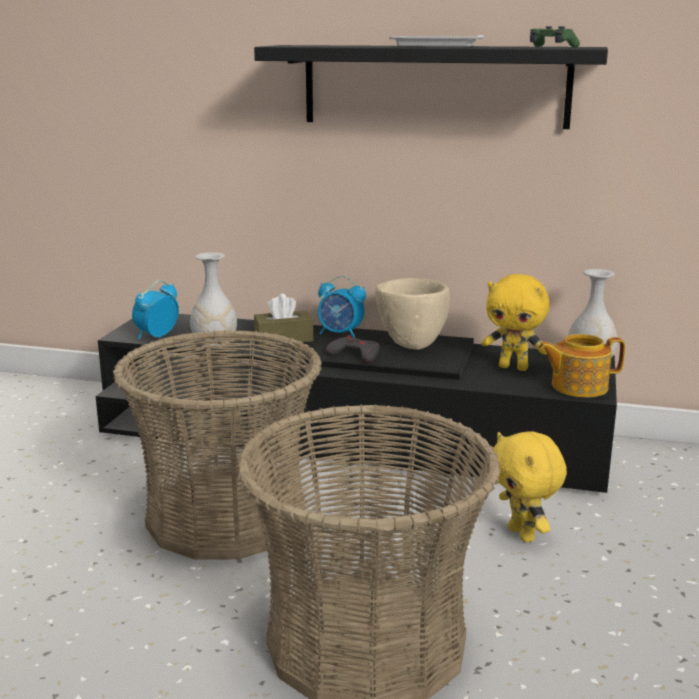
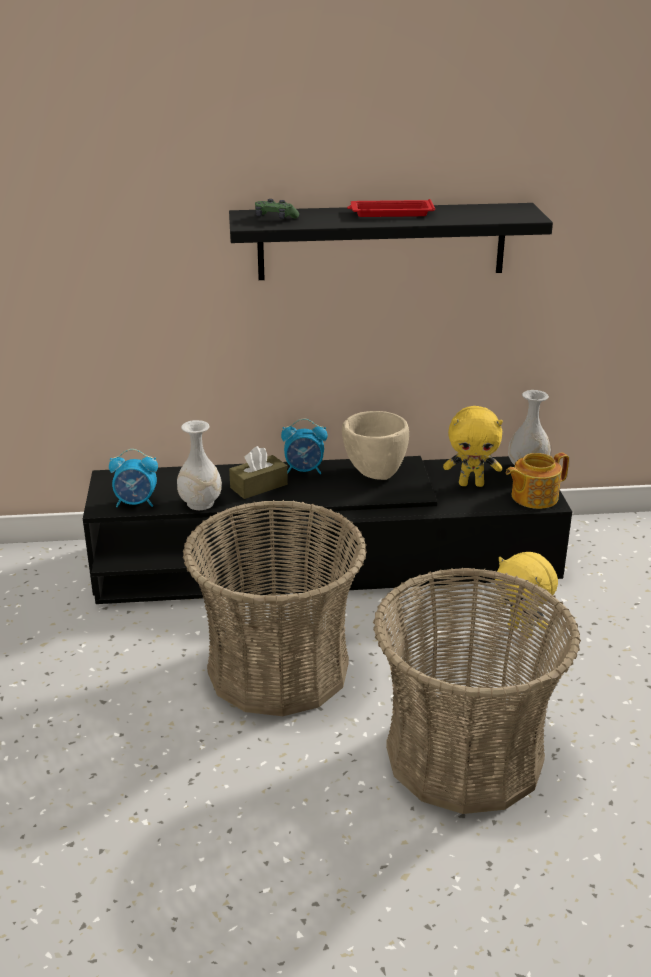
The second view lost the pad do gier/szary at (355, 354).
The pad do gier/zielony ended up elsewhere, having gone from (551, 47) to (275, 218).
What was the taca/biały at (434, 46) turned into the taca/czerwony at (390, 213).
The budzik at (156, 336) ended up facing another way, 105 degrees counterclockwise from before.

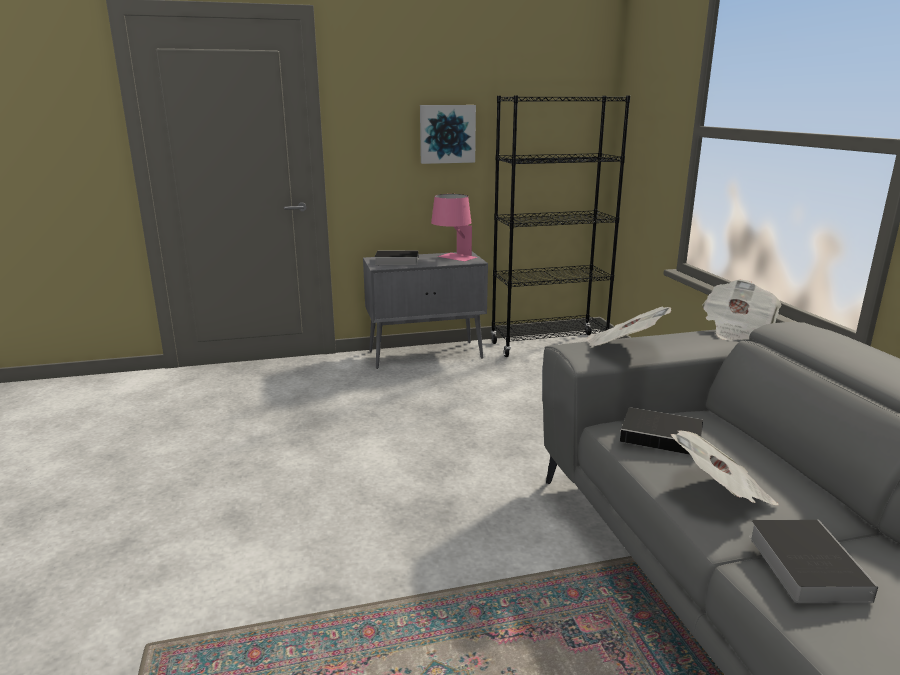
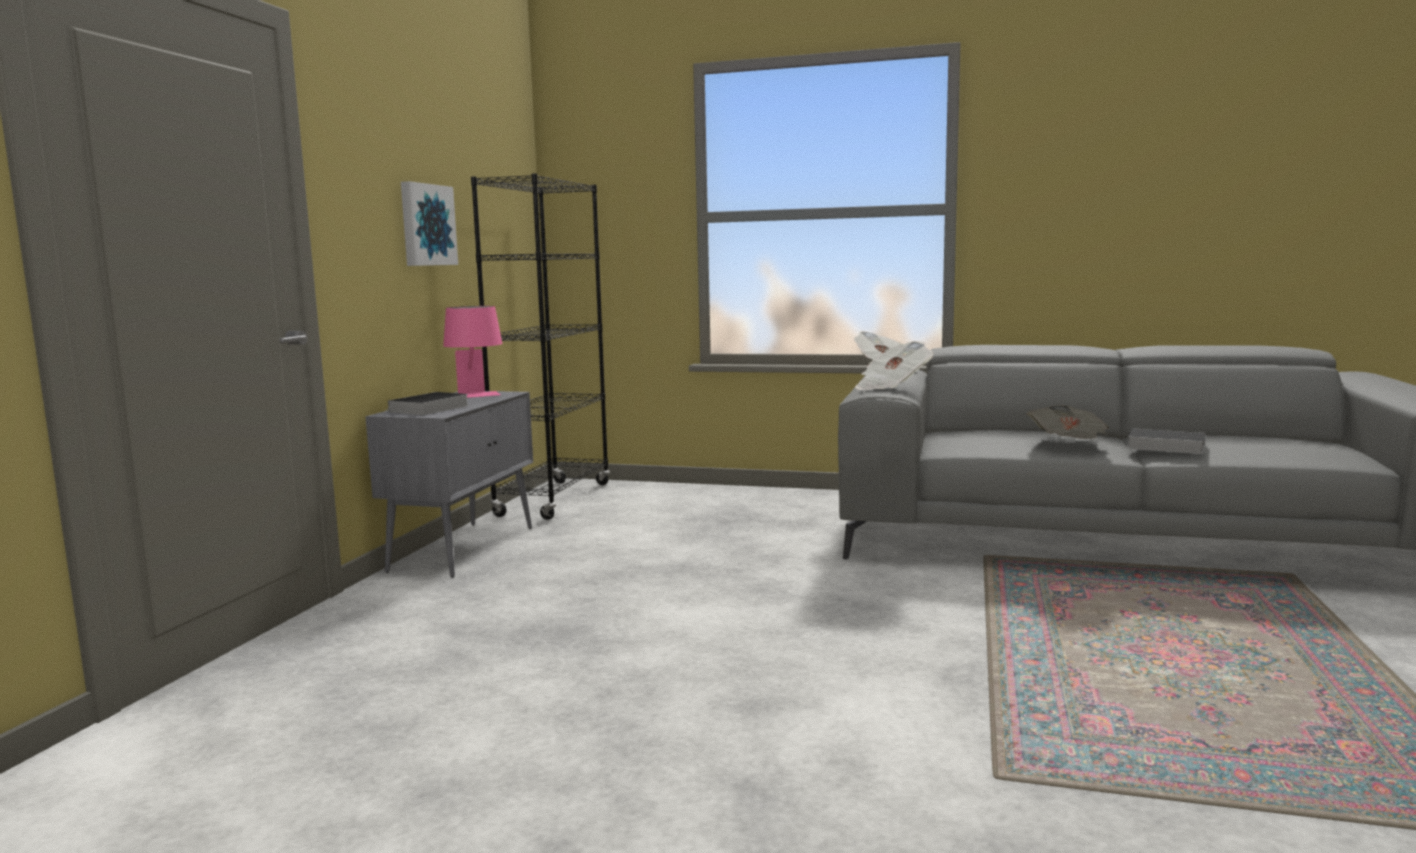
The second view lost the książka at (664, 437).

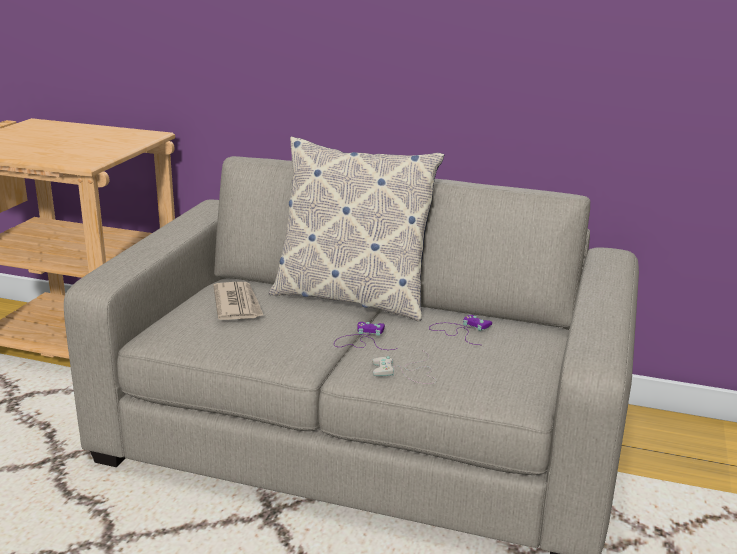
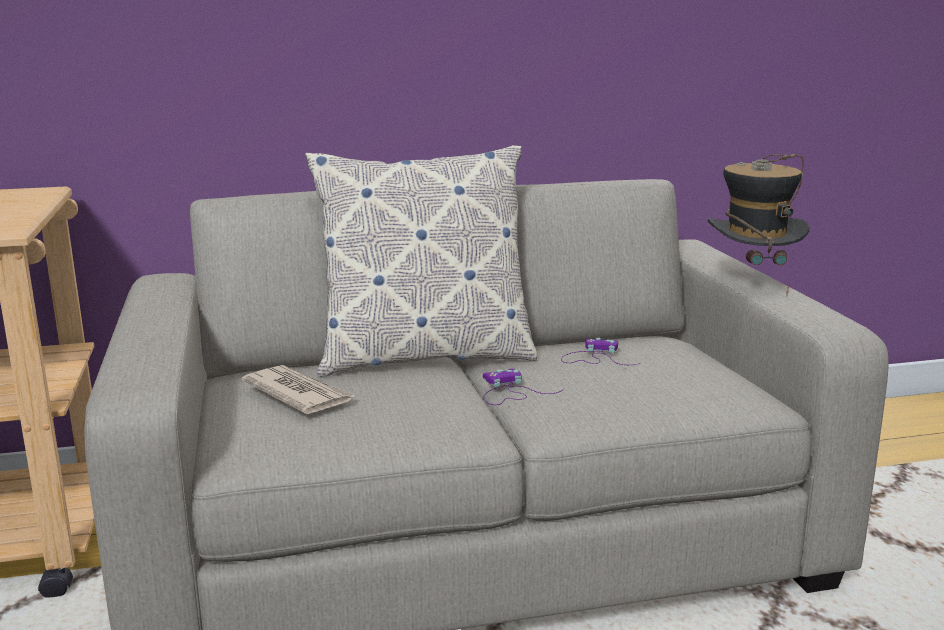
The second view lost the pad do gier/biały at (407, 372).
The second view gained the kapelusz at (752, 282).

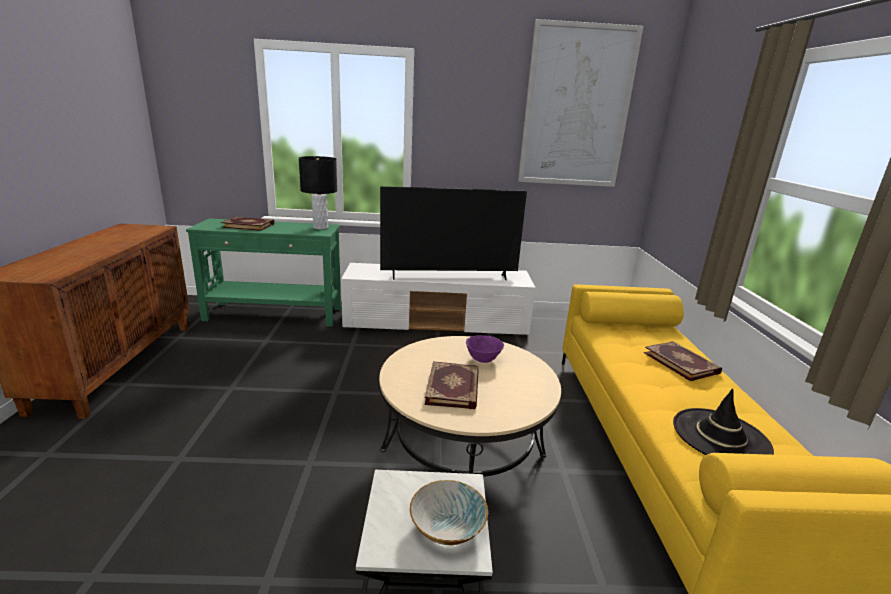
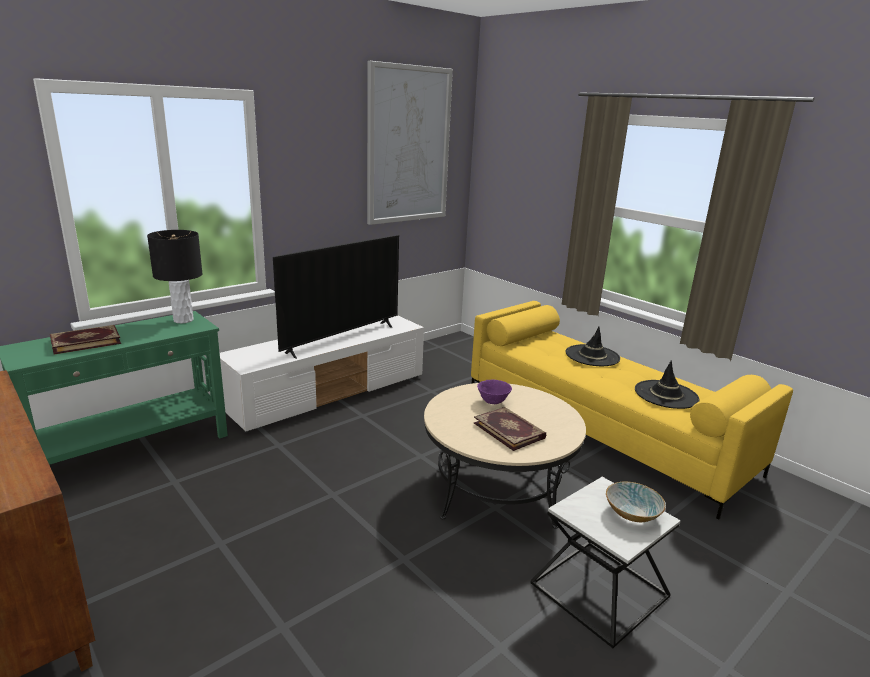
Where the książka stood at (681, 362), the kapelusz/czarny came to stand at (592, 356).

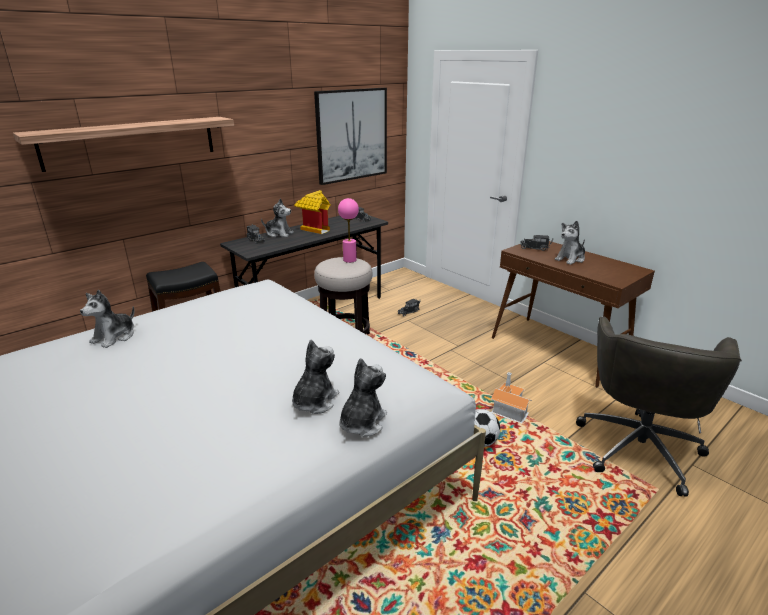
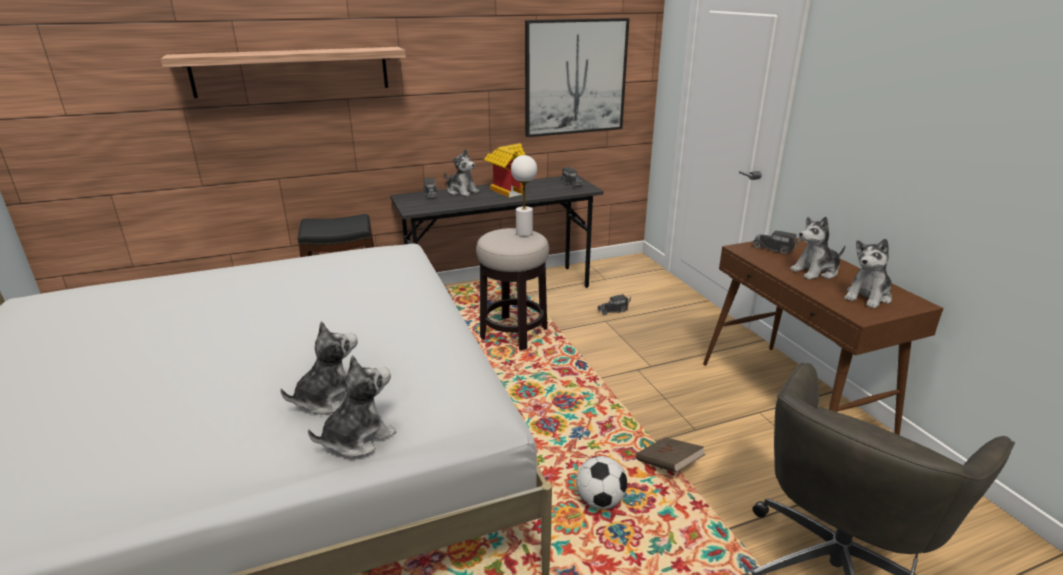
The pluszak ended up elsewhere, having gone from (114, 337) to (868, 297).
Where the domek stood at (509, 408), the książka/brązowy came to stand at (668, 465).
What was the lampa stołowa/różowy at (349, 260) turned into the lampa stołowa/biały at (524, 233).

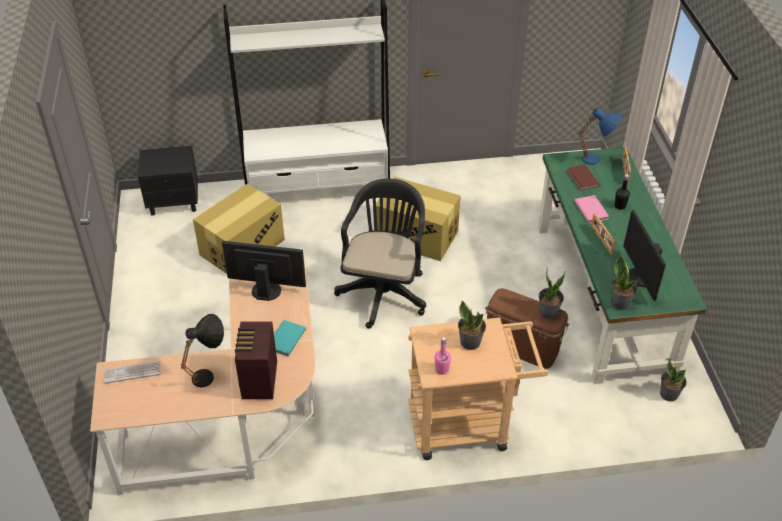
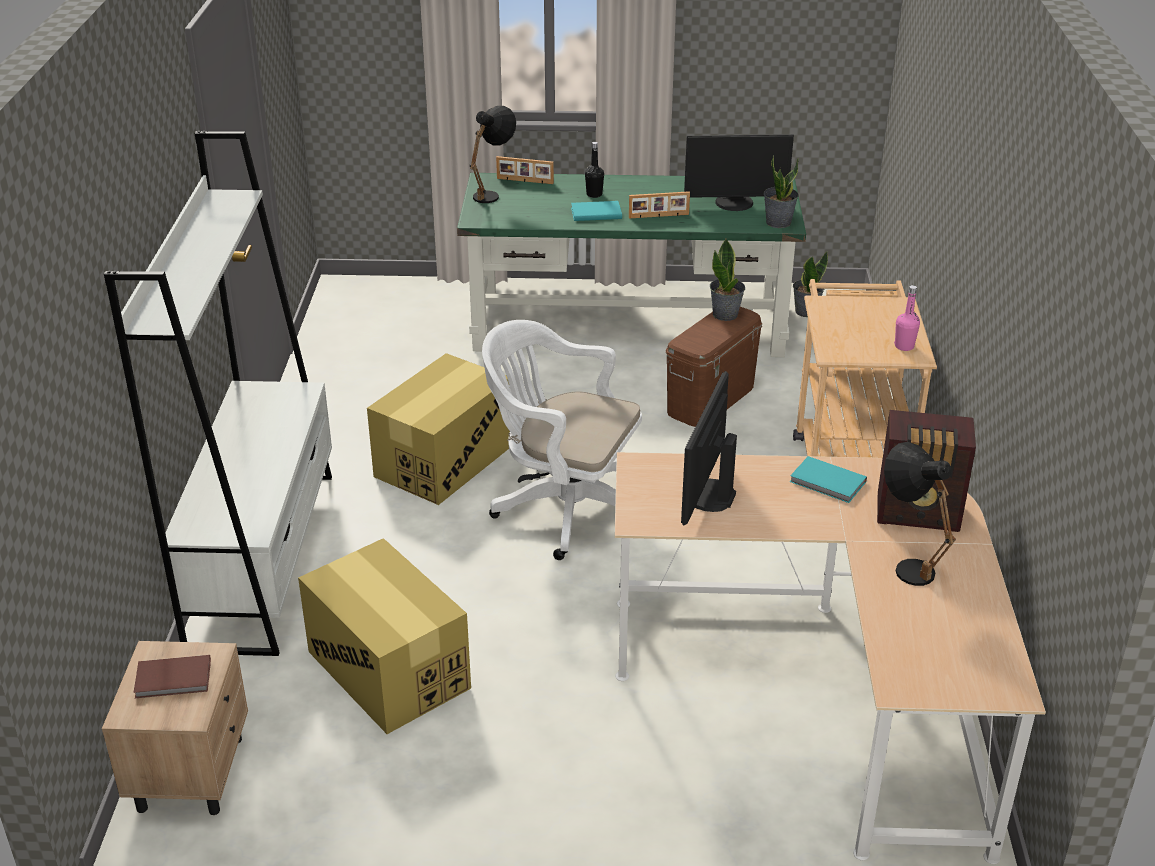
The second view lost the klawiatura at (132, 372).
The second view lost the roślina doniczkowa at (470, 342).
The książka/brązowy ended up elsewhere, having gone from (582, 179) to (174, 680).
What was the szafka nocna/czarny at (174, 202) turned into the szafka nocna/beżowy at (191, 772).
What was the krzesło biurowe/czarny at (384, 291) turned into the krzesło biurowe/biały at (563, 508).
What was the książka/różowy at (591, 210) turned into the książka/turkusowy at (595, 213).
What was the lampa stołowa/niebieski at (597, 161) turned into the lampa stołowa/czarny at (493, 194).

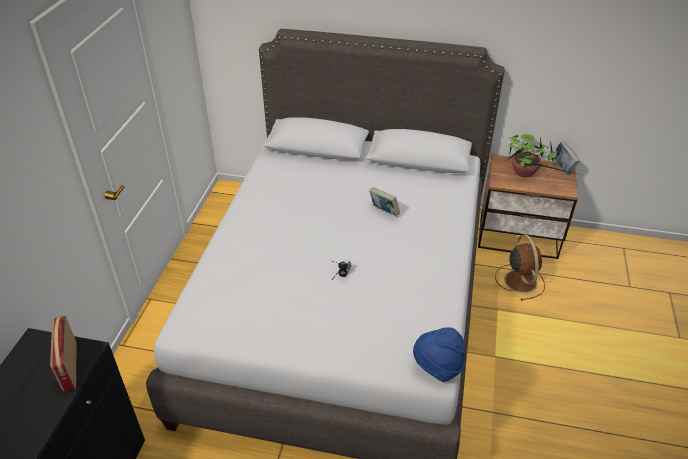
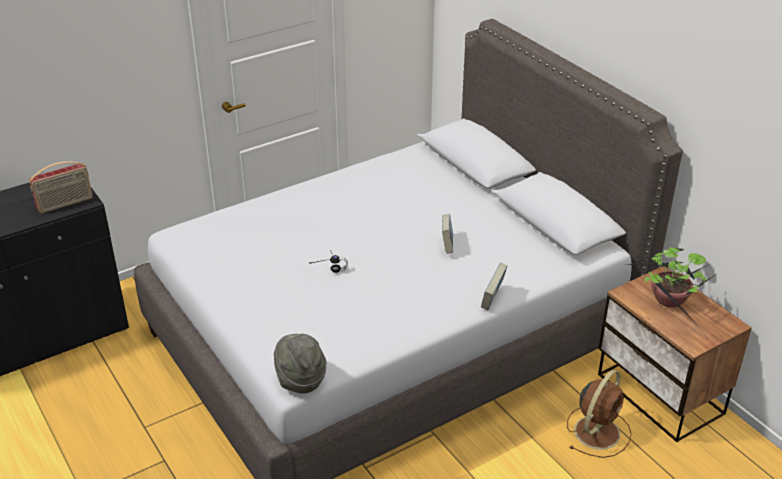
The książka ended up elsewhere, having gone from (562, 167) to (493, 299).
What was the kapelusz/niebieski at (438, 367) turned into the kapelusz/szary at (300, 379).
The radio at (69, 366) ended up facing another way, 150 degrees counterclockwise from before.

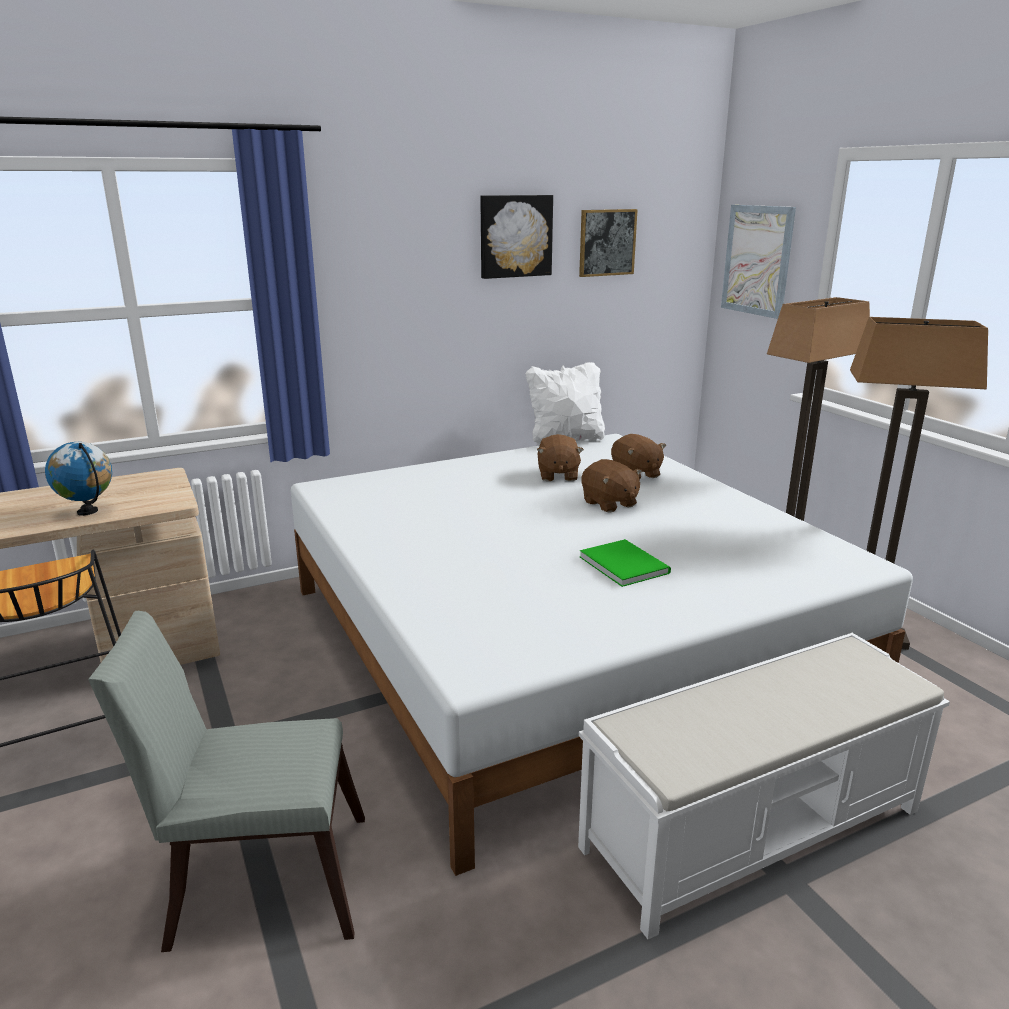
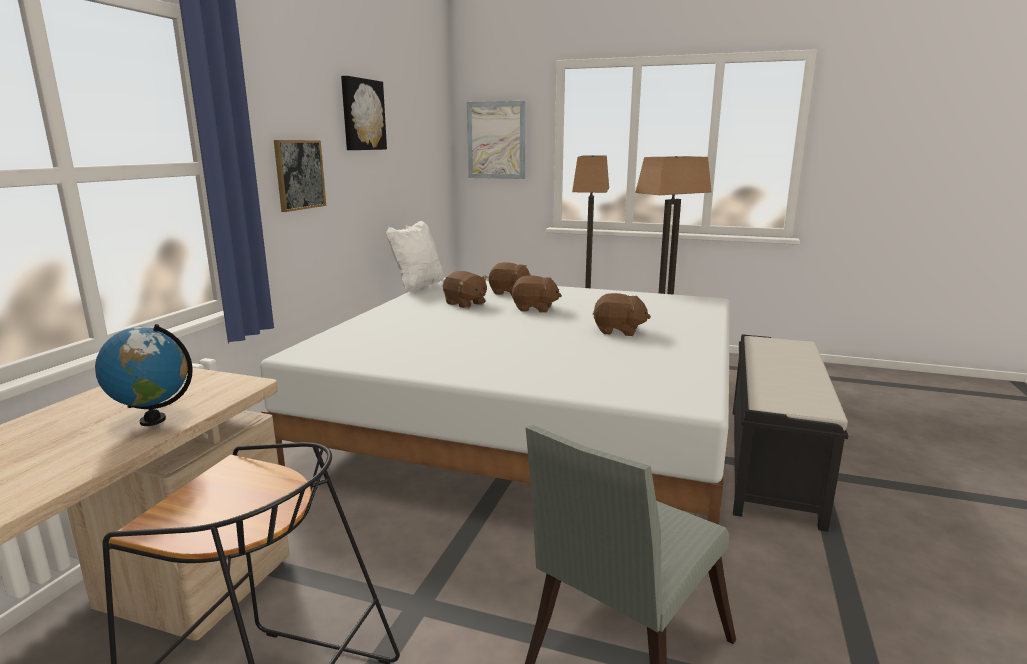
The obraz ended up elsewhere, having gone from (607, 242) to (299, 174).
Where the książka/zielony stood at (624, 563), the pluszak/brązowy came to stand at (618, 331).
What was the ławka/biały at (754, 827) turned into the ławka/czarny at (771, 461).

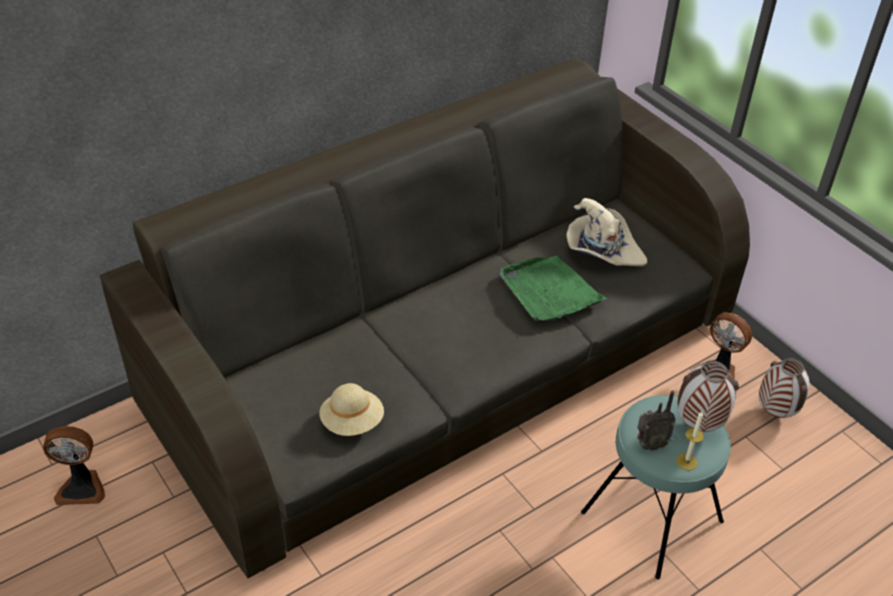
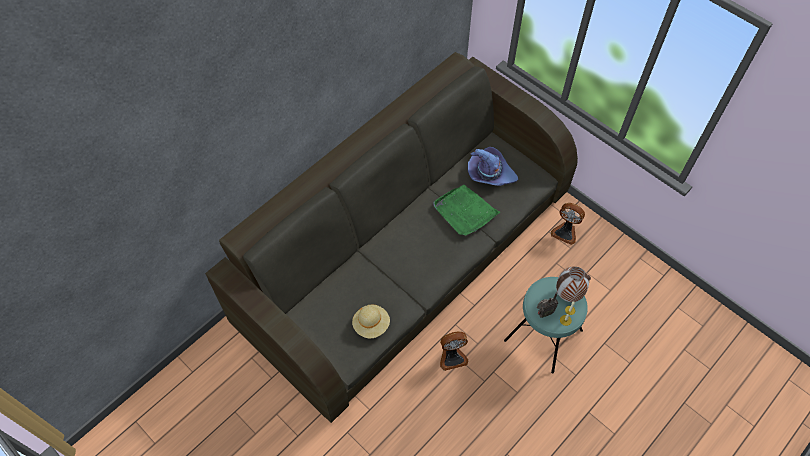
The second view lost the wazon at (776, 412).
The wentylator ended up elsewhere, having gone from (82, 487) to (452, 357).
What was the kapelusz/beżowy at (602, 249) turned into the kapelusz/fioletowy at (490, 173).

